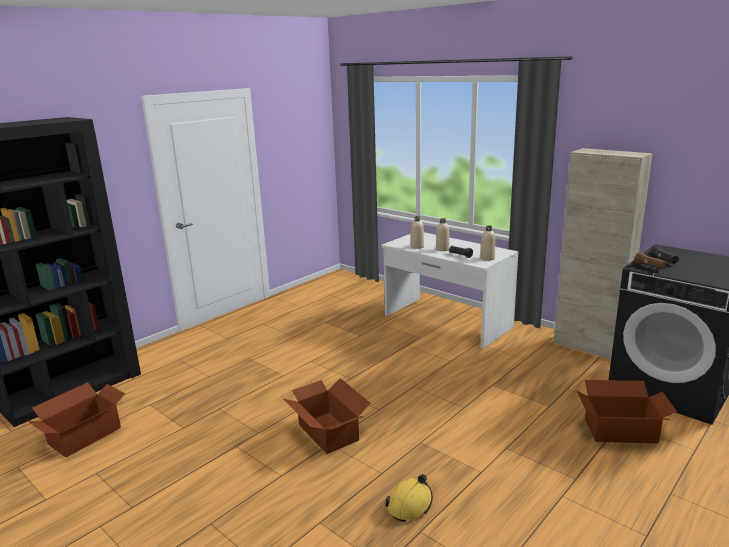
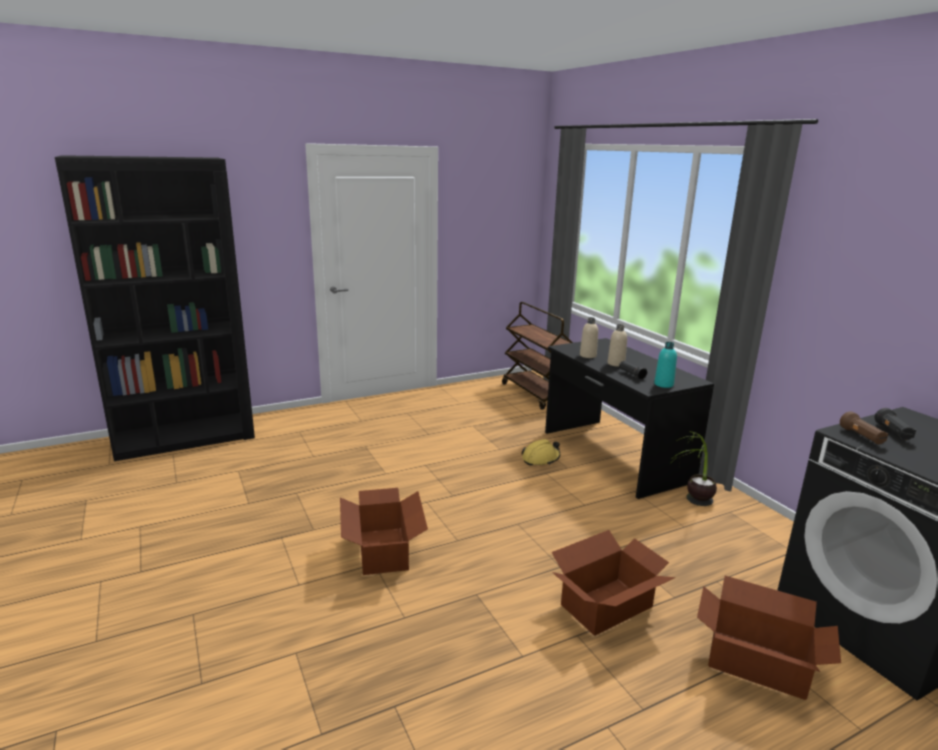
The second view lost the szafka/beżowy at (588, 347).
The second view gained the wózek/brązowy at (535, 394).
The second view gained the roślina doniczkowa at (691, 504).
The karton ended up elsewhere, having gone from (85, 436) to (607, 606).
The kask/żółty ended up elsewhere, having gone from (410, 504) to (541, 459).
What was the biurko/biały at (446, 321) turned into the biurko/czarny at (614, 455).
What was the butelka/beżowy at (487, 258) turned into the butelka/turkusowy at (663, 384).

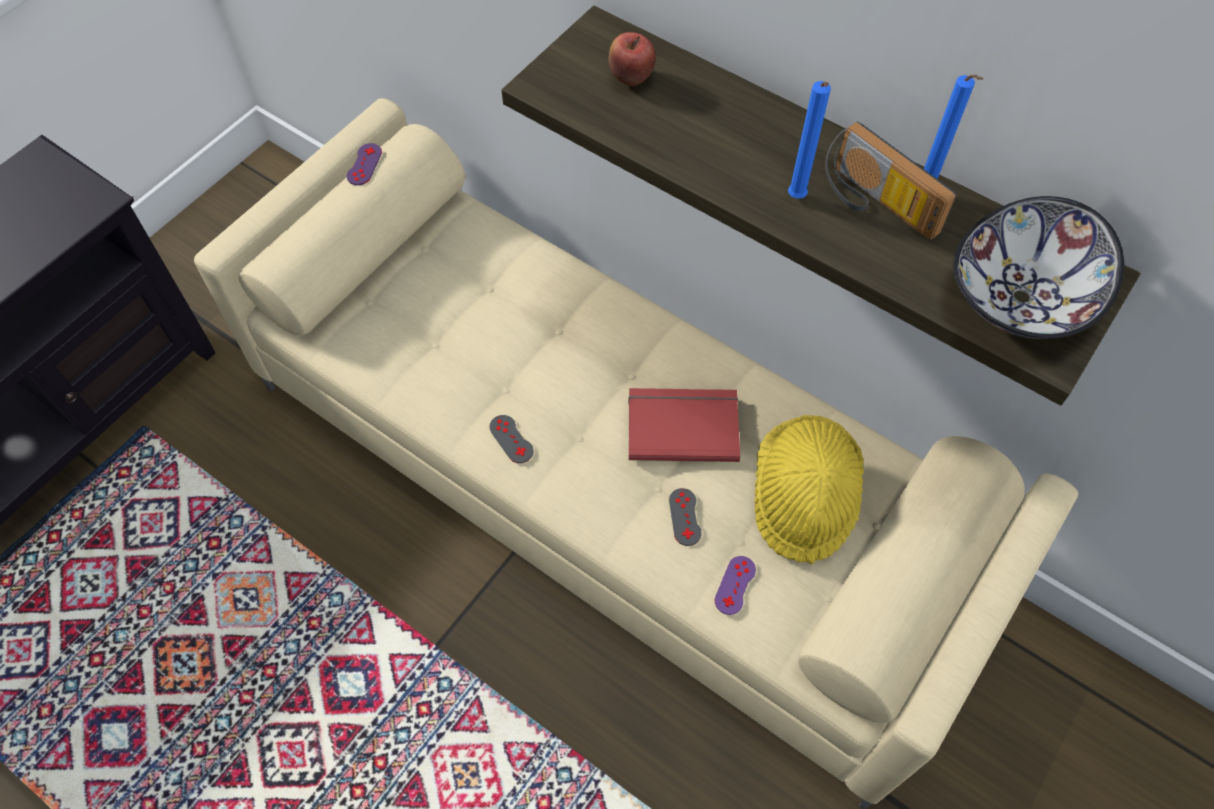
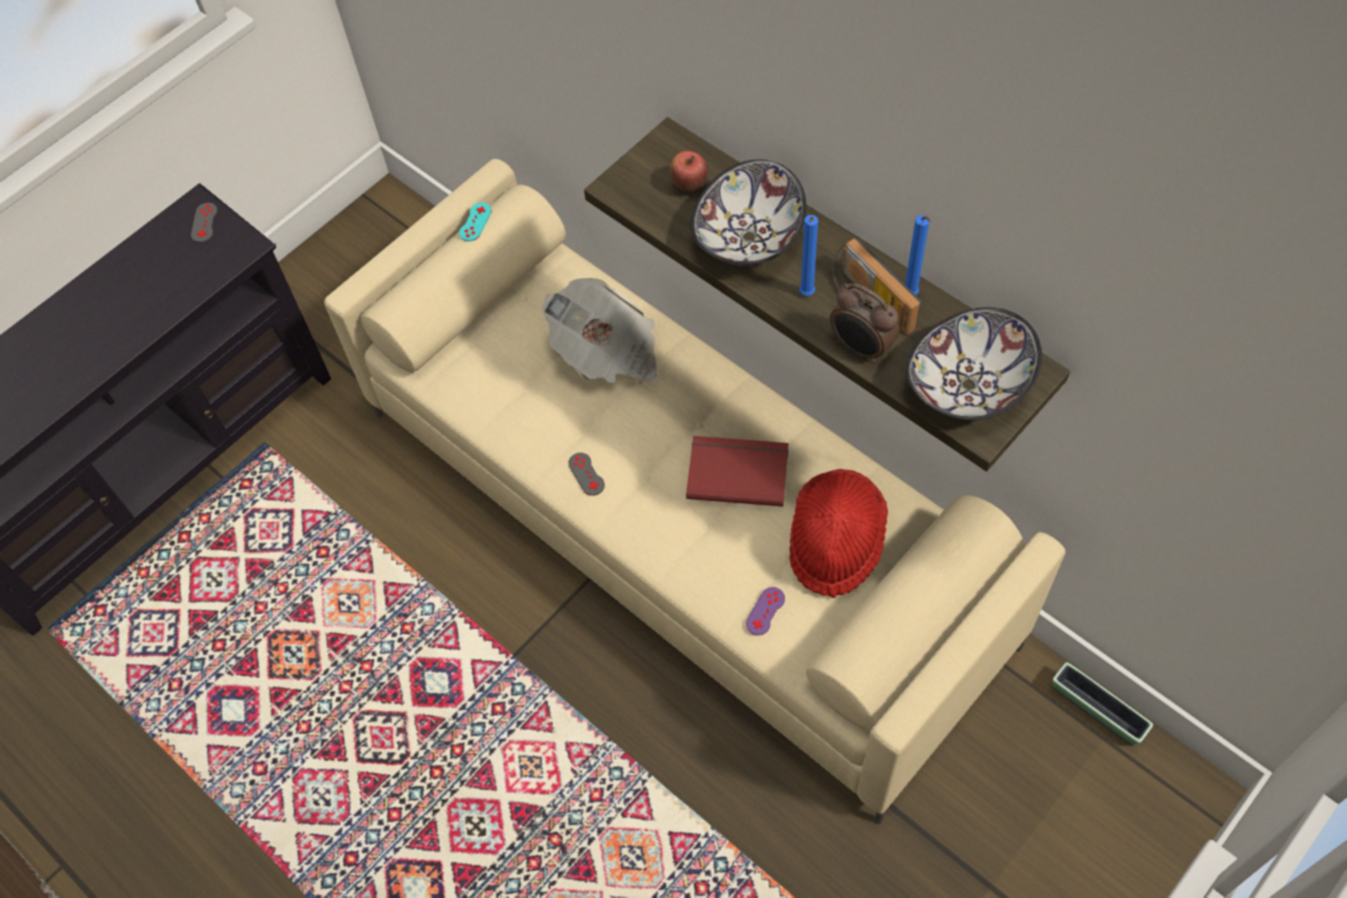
The second view gained the gazeta at (607, 352).
The second view gained the miska at (750, 238).
The second view gained the budzik at (861, 348).
The second view gained the donica at (1097, 710).
The pad do gier/szary ended up elsewhere, having gone from (685, 517) to (204, 222).
What was the pad do gier/fioletowy at (364, 164) turned into the pad do gier/turkusowy at (475, 222).
What was the kapelusz/żółty at (803, 499) turned into the kapelusz/czerwony at (835, 543).

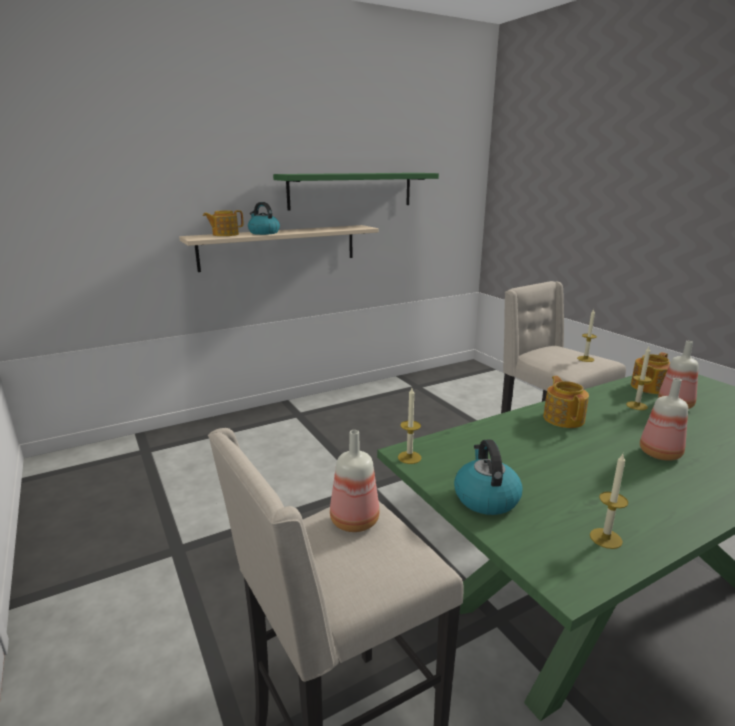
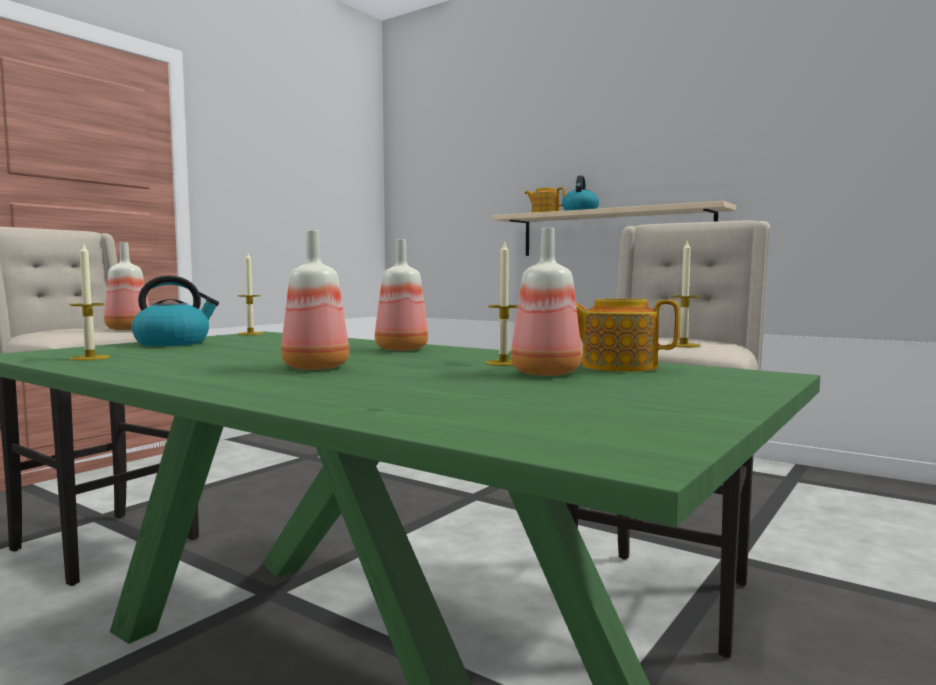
The second view lost the półka/zielony at (351, 190).
Where the imbryk stood at (563, 418), the butelka came to stand at (401, 349).

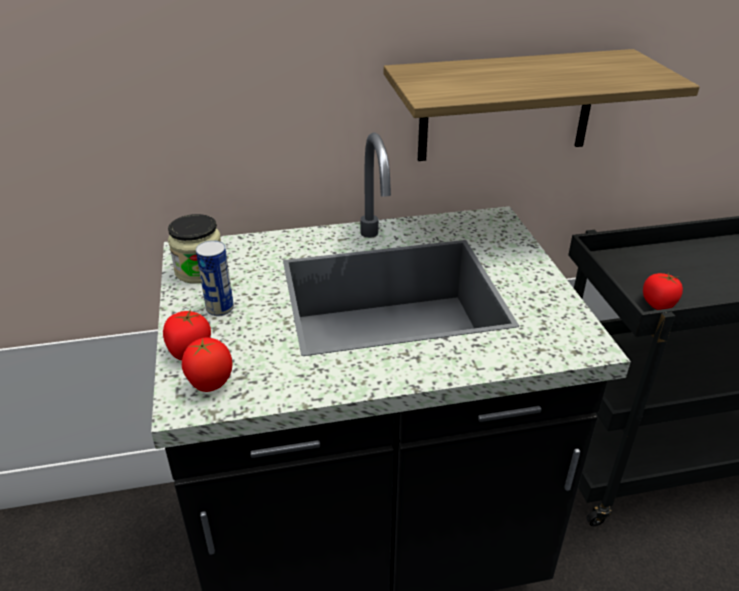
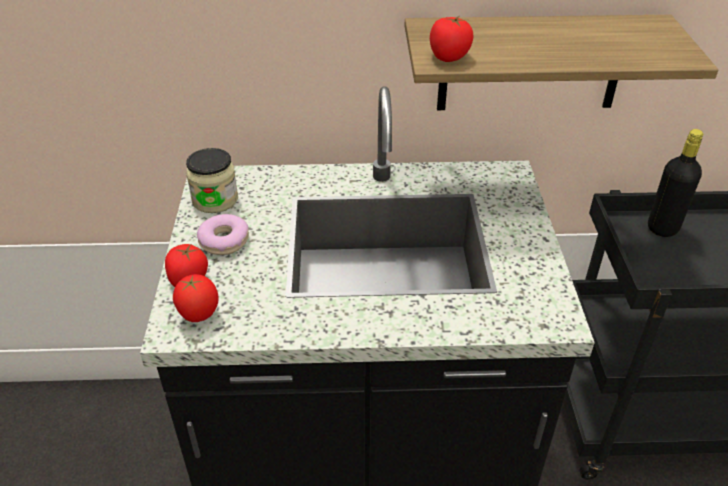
The second view gained the butelka/czarny at (662, 228).
The pomidor ended up elsewhere, having gone from (658, 304) to (448, 56).
Where the puszka stood at (220, 308), the donut came to stand at (224, 241).

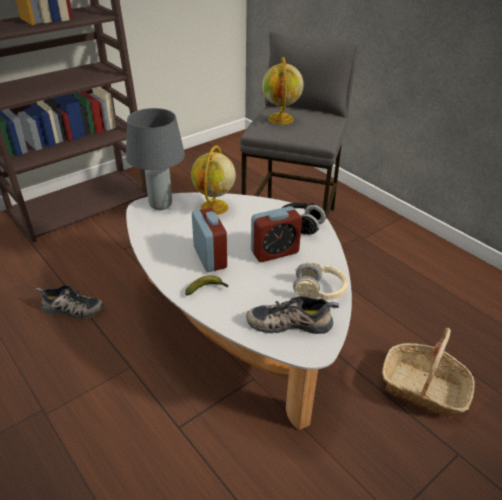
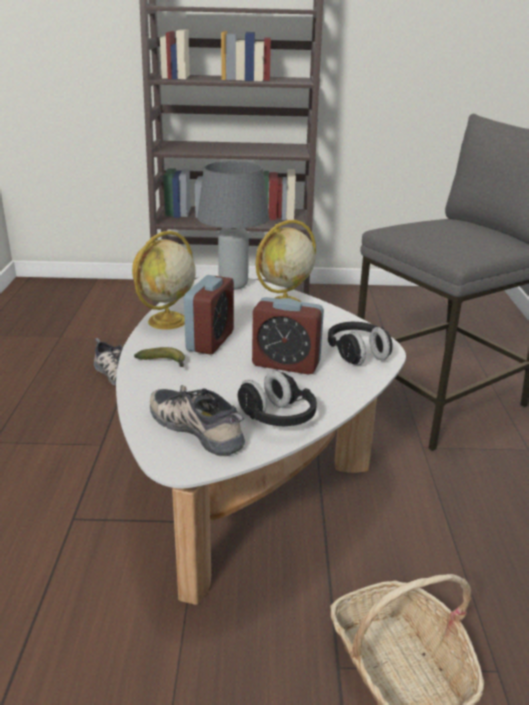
The globus ended up elsewhere, having gone from (281, 119) to (167, 321).
What was the słuchawki/beżowy at (318, 291) turned into the słuchawki/czarny at (277, 418).

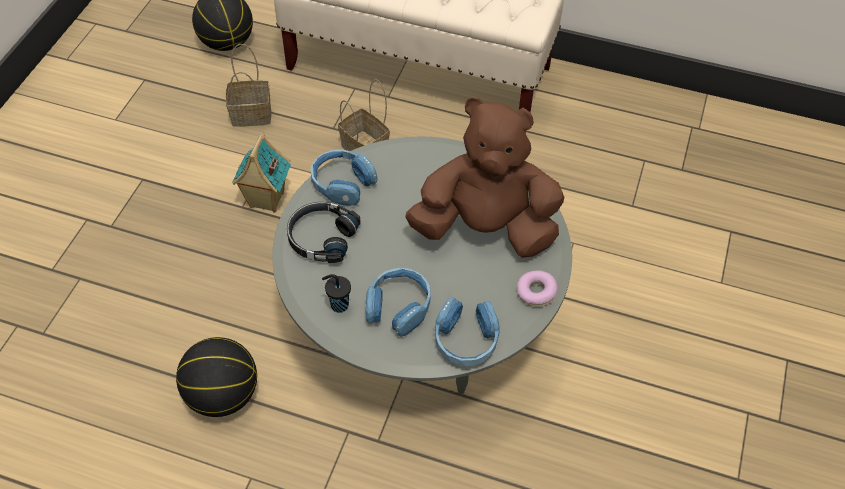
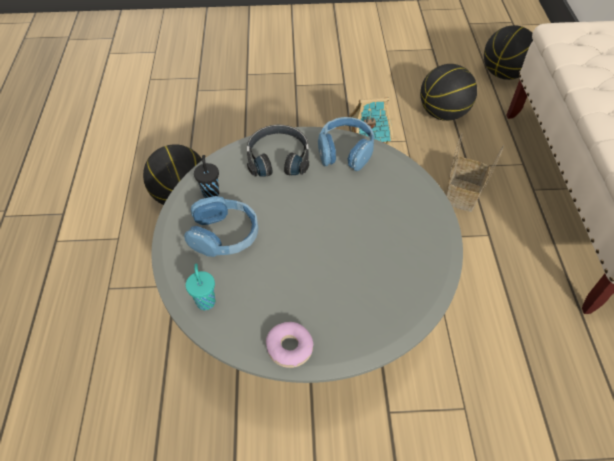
The second view lost the pluszak/brązowy at (485, 228).
Where the koszyk stood at (250, 115), the piłka do koszykówki came to stand at (442, 113).
Where the słuchawki/niebieski stood at (466, 340), the filiżanka/turkusowy came to stand at (205, 301).

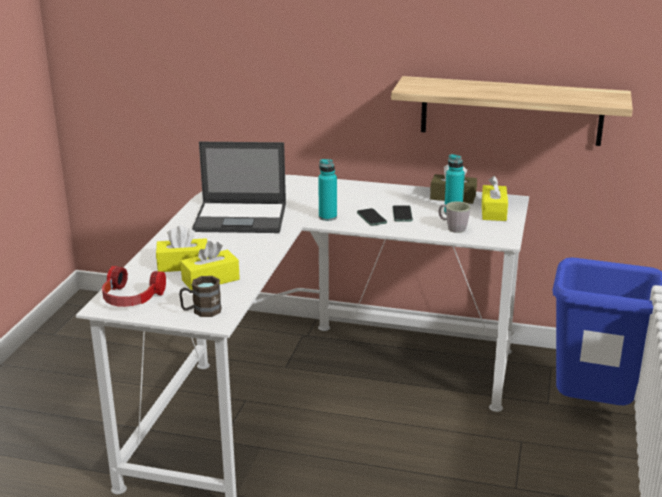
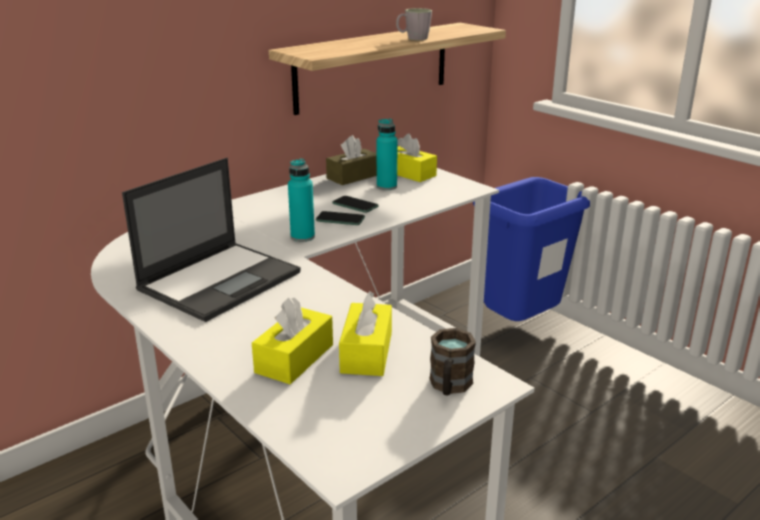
The second view lost the słuchawki at (131, 299).
The kubek/szary ended up elsewhere, having gone from (452, 228) to (413, 39).

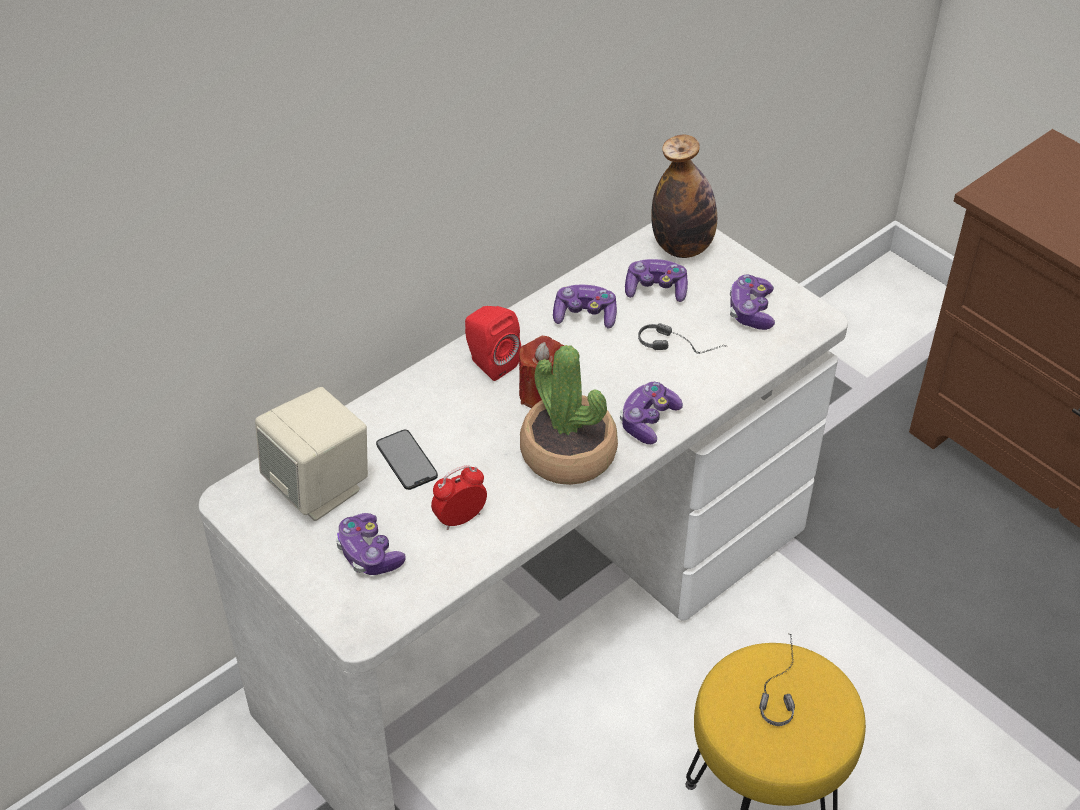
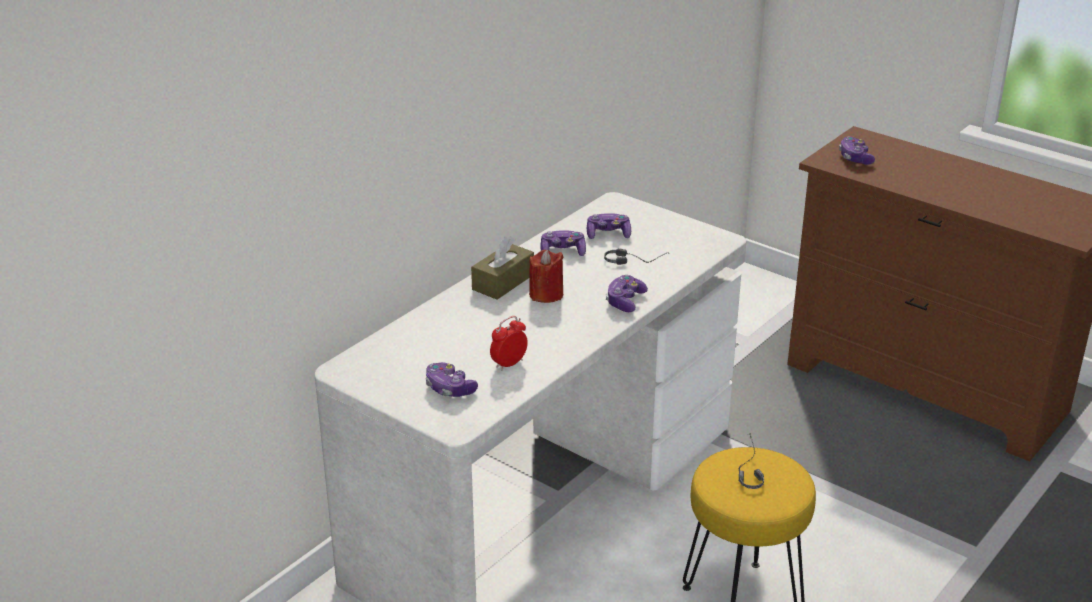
The second view lost the głośnik/beżowy at (319, 487).
The second view lost the telefon at (406, 460).
The second view lost the roślina doniczkowa at (568, 453).
The second view lost the butelka at (682, 247).
The pad do gier ended up elsewhere, having gone from (751, 311) to (855, 158).
Where the głośnik/czerwony stood at (490, 363), the pudełko chusteczek/brązowy came to stand at (503, 282).

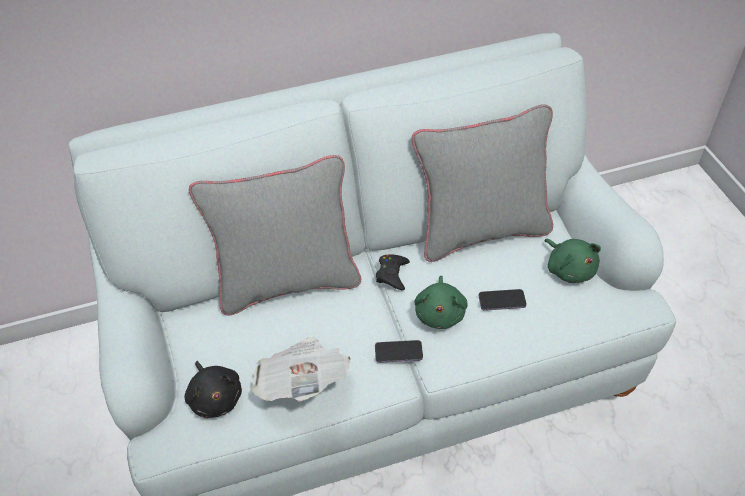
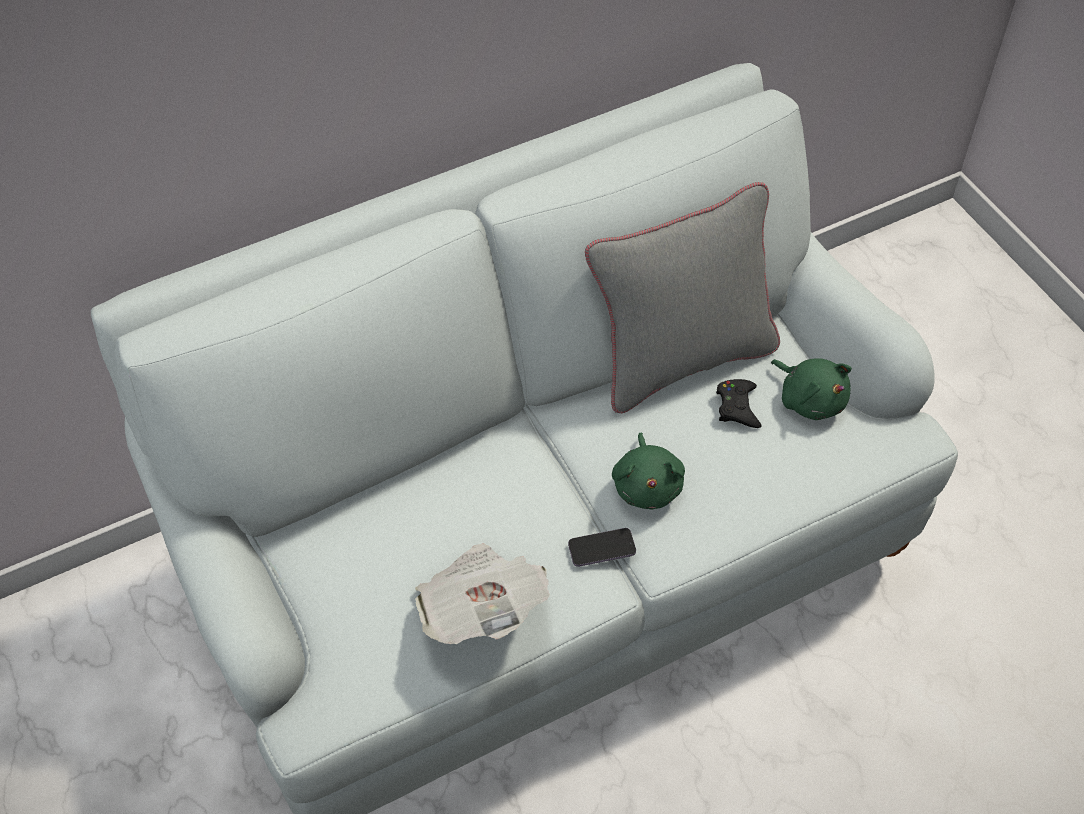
The second view lost the pluszak/czarny at (215, 397).
The second view lost the poduszka/szary at (288, 282).
The second view lost the telefon at (502, 301).
The pad do gier/czarny ended up elsewhere, having gone from (392, 274) to (737, 407).

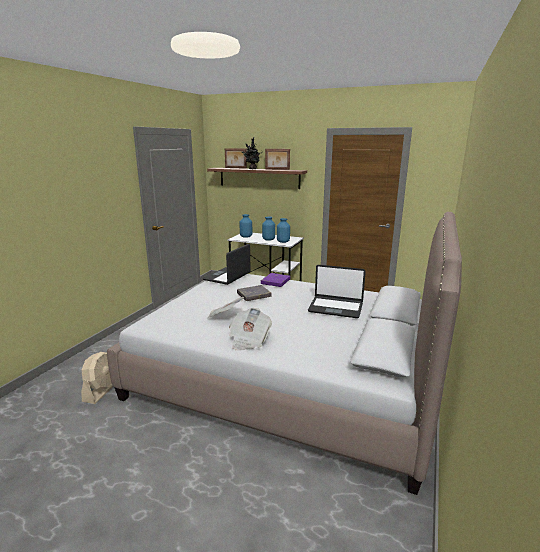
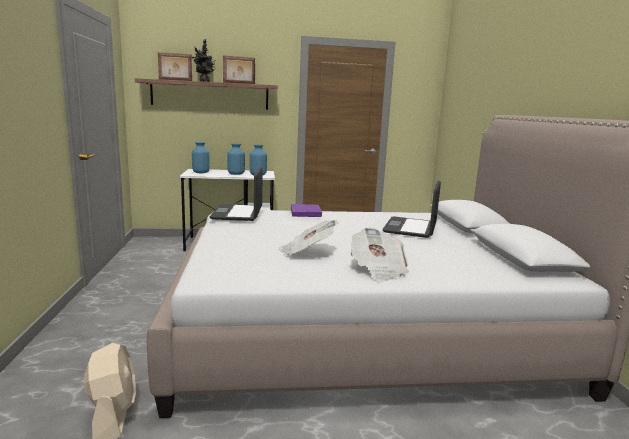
The second view lost the książka/szary at (254, 295).
The laptop at (335, 308) ended up facing another way, 120 degrees clockwise from before.

